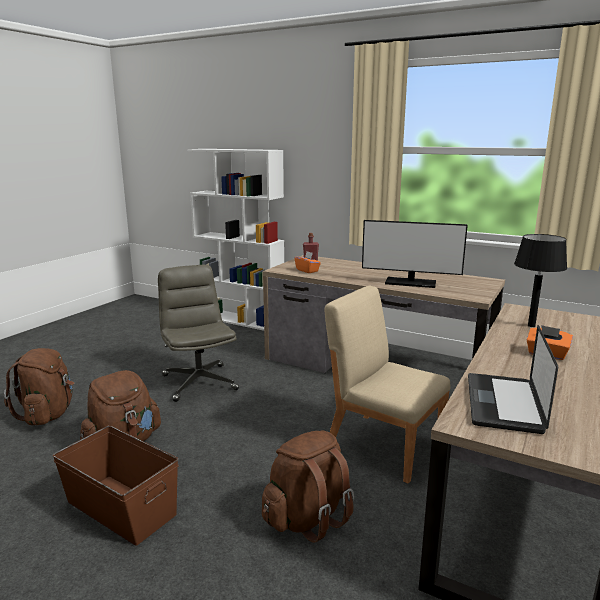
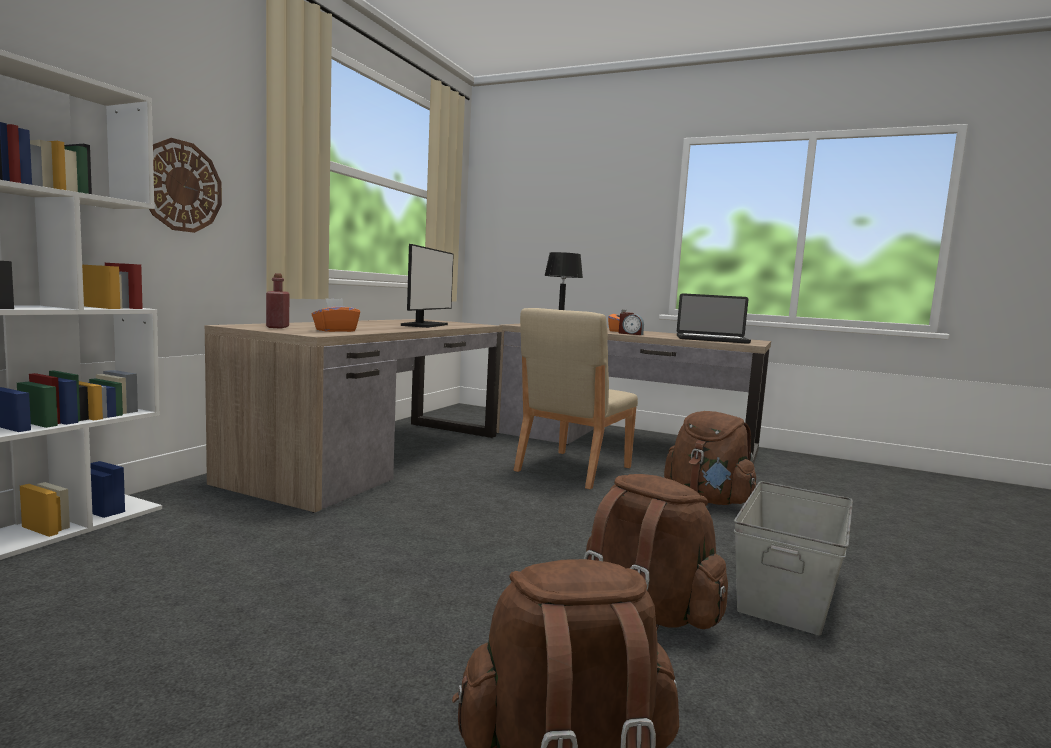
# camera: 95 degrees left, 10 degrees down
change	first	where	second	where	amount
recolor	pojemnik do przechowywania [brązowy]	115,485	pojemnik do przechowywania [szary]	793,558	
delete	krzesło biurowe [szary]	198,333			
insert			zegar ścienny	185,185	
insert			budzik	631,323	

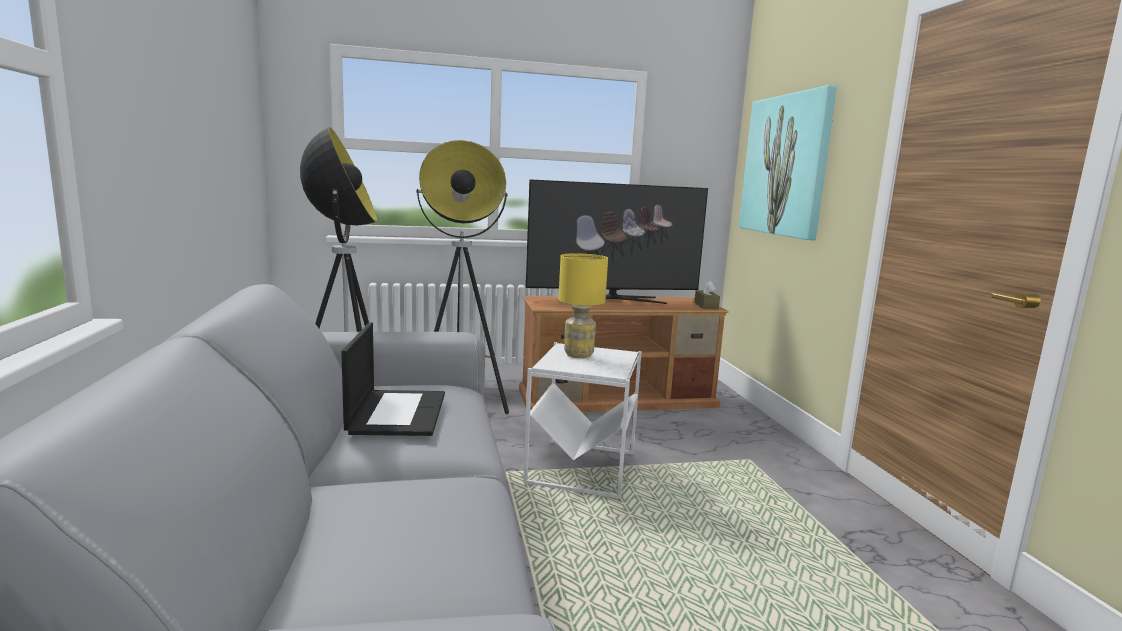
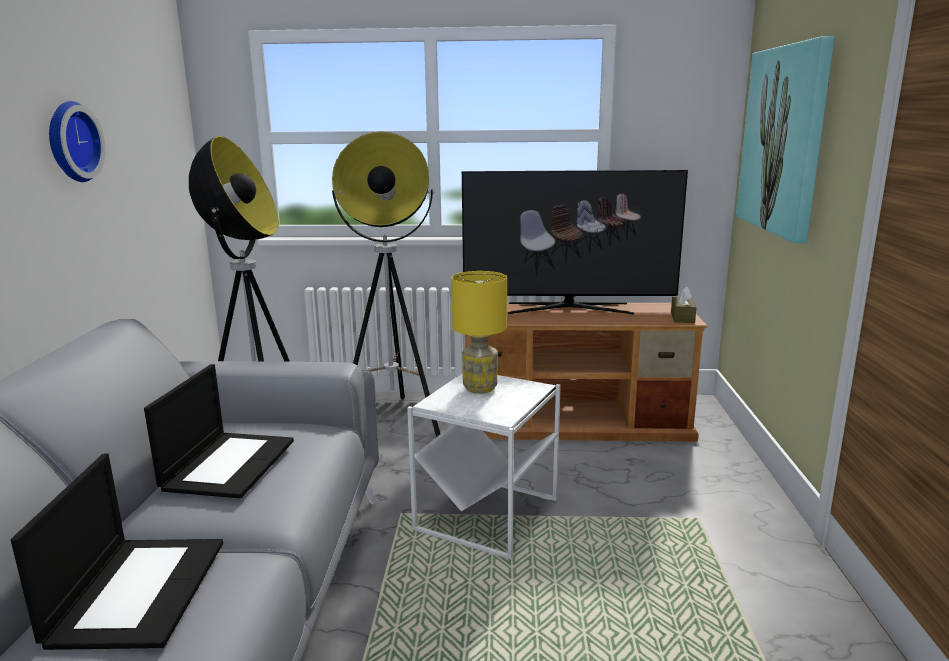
# camera: 15 degrees right, 5 degrees up
change	first	where	second	where	amount
insert			laptop	117,552	
insert			zegar ścienny	77,141	

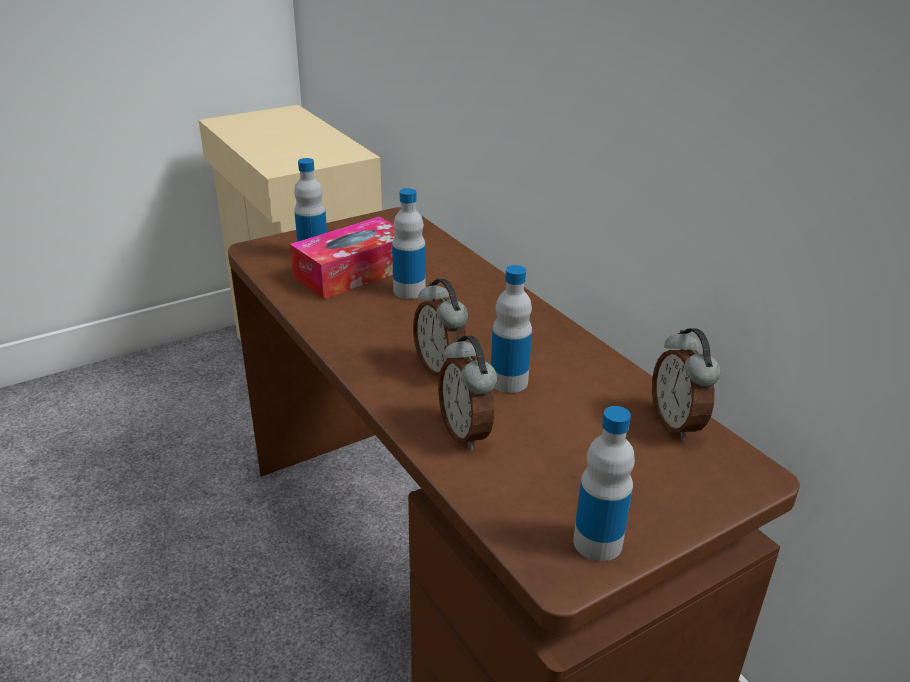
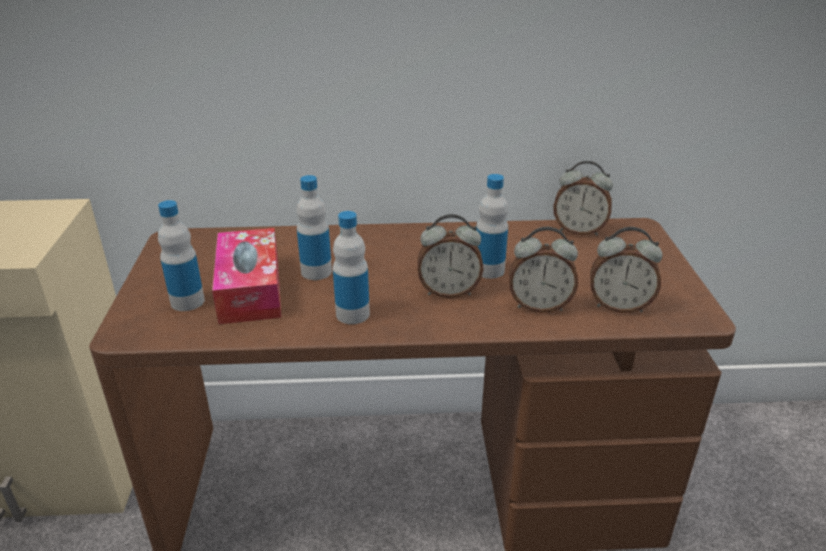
# camera: 60 degrees left, 0 degrees up
change	first	where	second	where	amount
move	butelka	604,483		351,267	
insert			budzik	626,270	

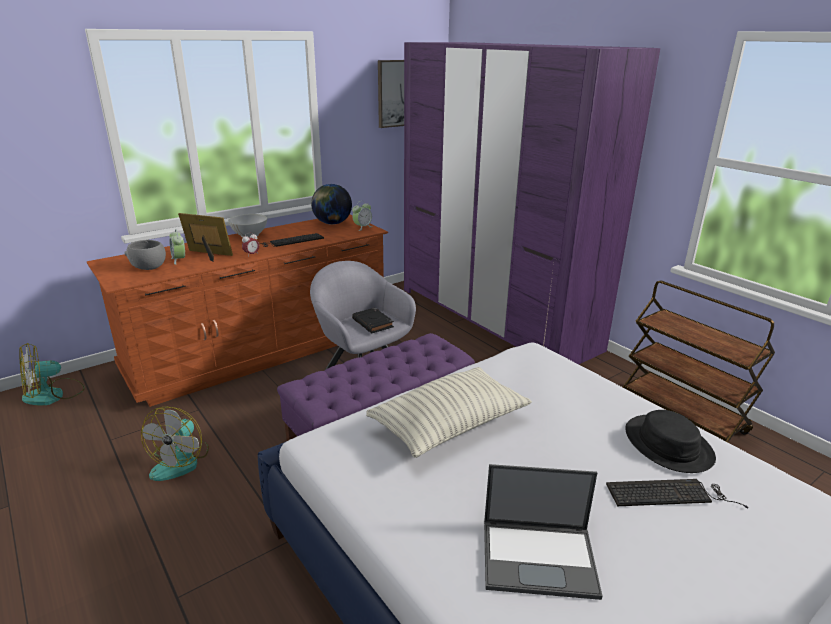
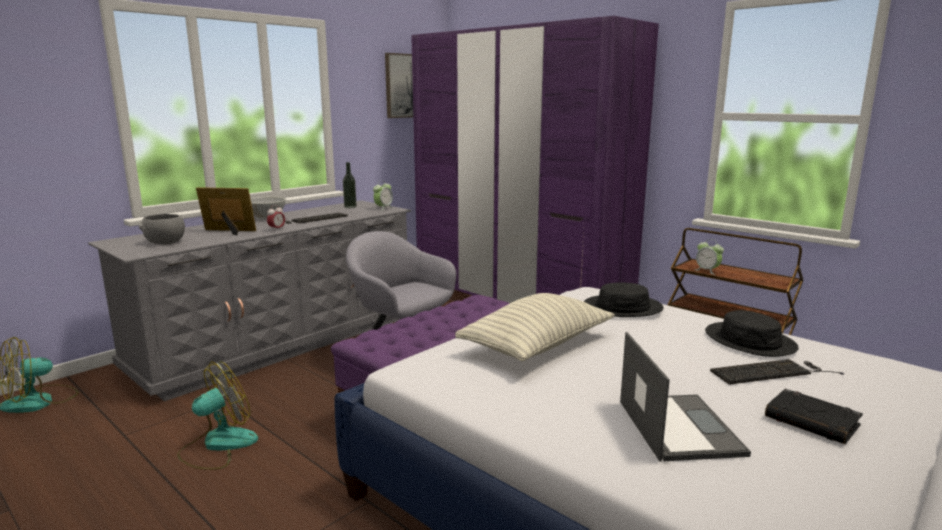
# camera: 10 degrees left, 10 degrees down
change	first	where	second	where	amount
recolor	komoda [brązowy]	237,310	komoda [szary]	249,300	
rotate	wentylator	175,444		217,416	135 degrees counterclockwise
move	budzik	177,247		710,257	
replace	globus	331,204	butelka	350,185	
move	książka [czarny]	373,320		814,416	
rotate	laptop	543,532		685,397	90 degrees counterclockwise
insert			kapelusz [czarny]	623,299	

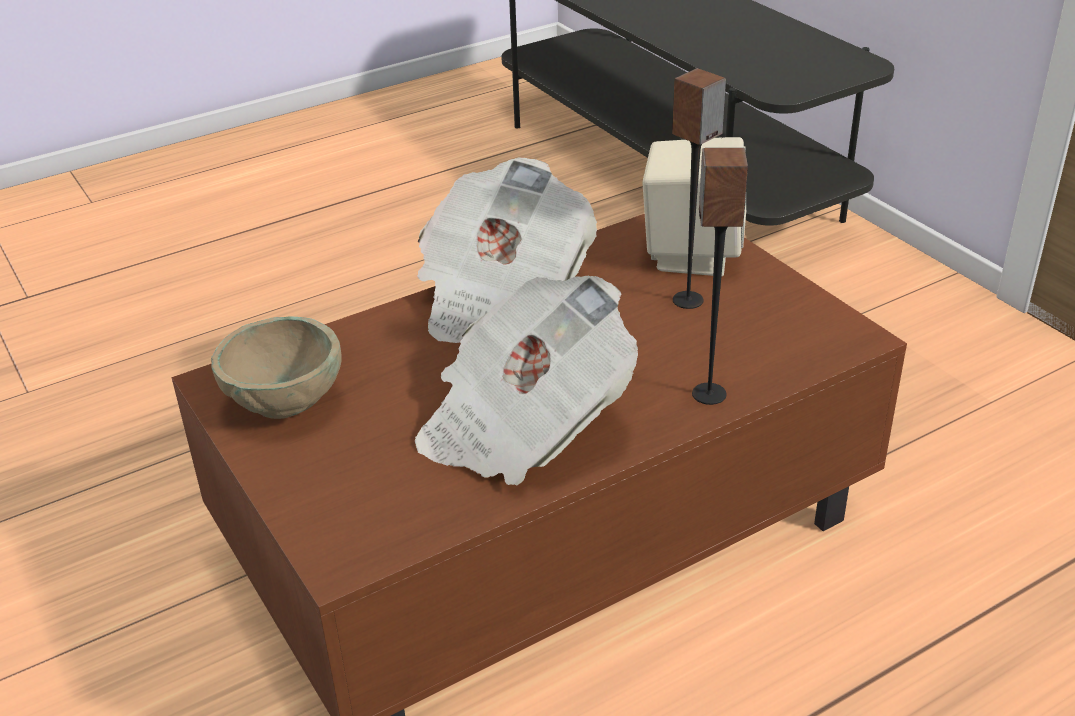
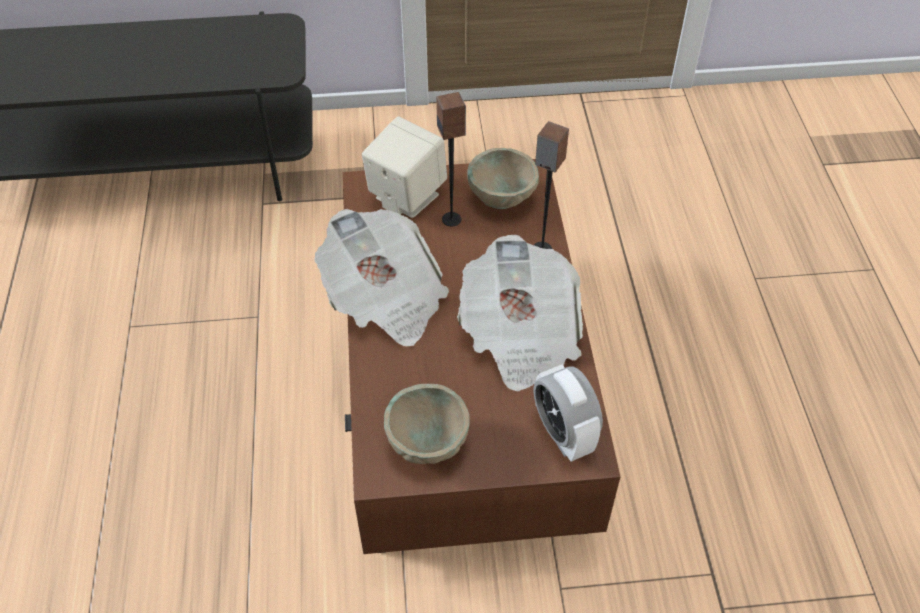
# camera: 65 degrees left, 15 degrees up
change	first	where	second	where	amount
insert			miska [beżowy]	503,178	
insert			budzik	568,413	

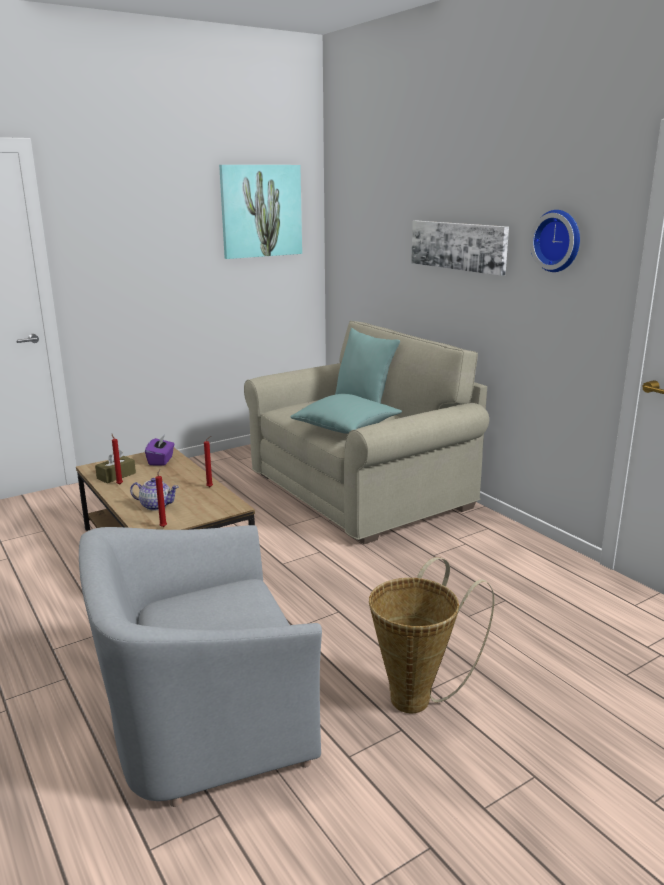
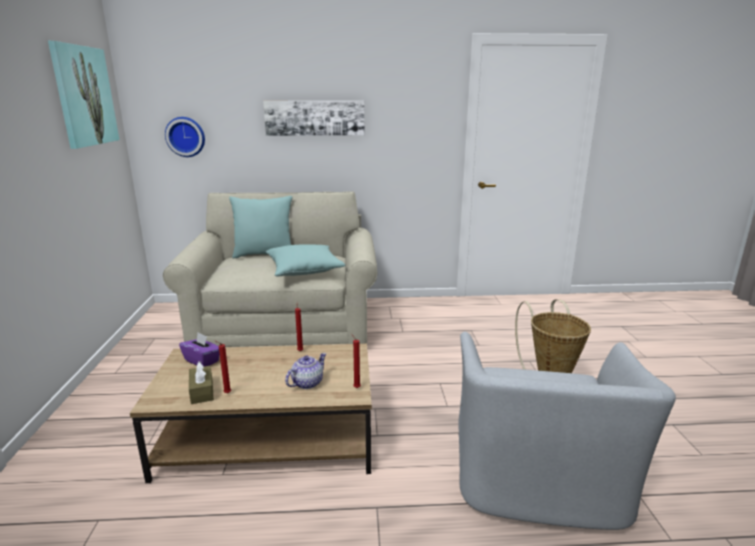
# camera: 60 degrees left, 0 degrees up
change	first	where	second	where	amount
move	zegar ścienny	555,241		185,137	

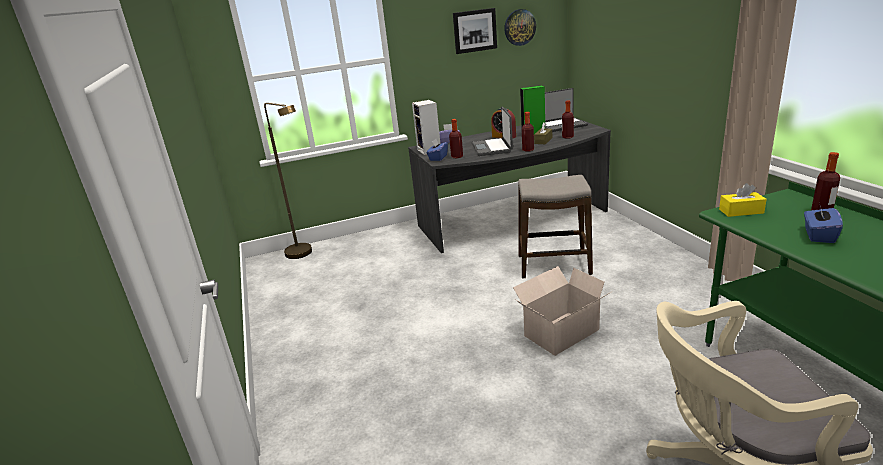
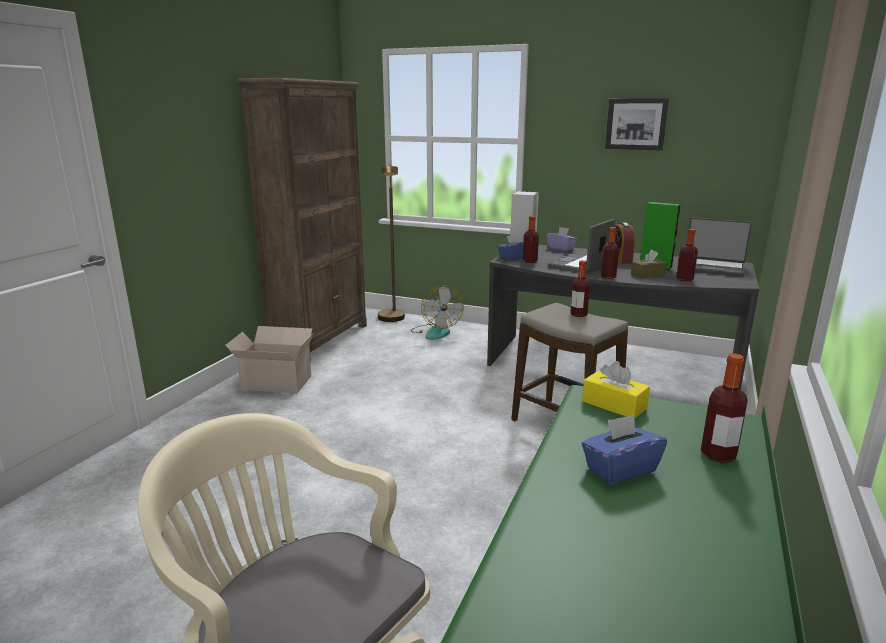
# camera: 40 degrees right, 5 degrees down
change	first	where	second	where	amount
delete	zegar ścienny	520,27			
move	karton	563,311		269,359	
insert			regał [brązowy]	302,220	
insert			wentylator	437,313	
insert			butelka	580,288	

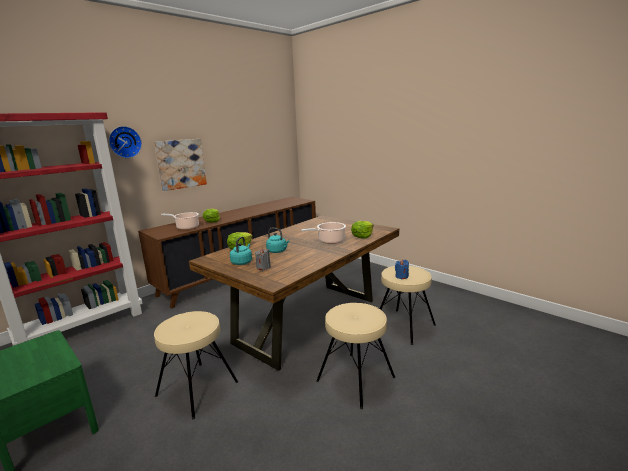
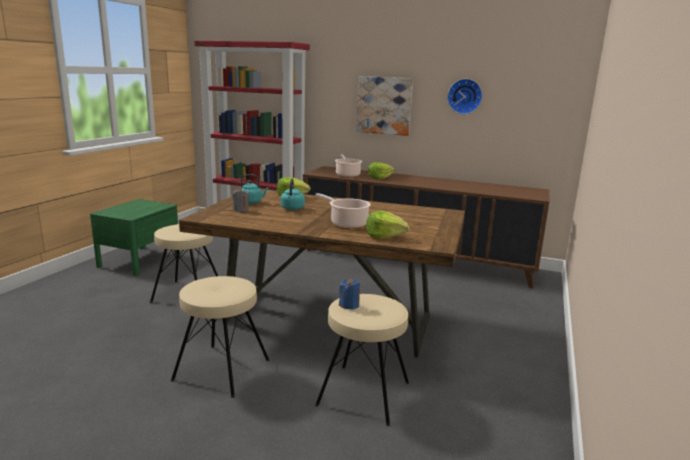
# camera: 65 degrees right, 0 degrees up
change	first	where	second	where	amount
move	zegar ścienny	125,142		465,96	

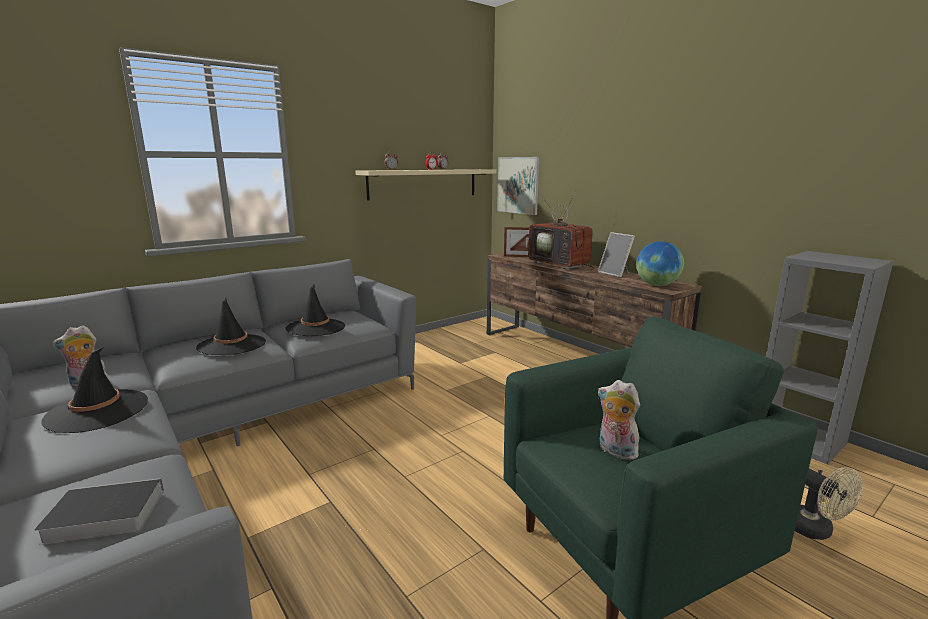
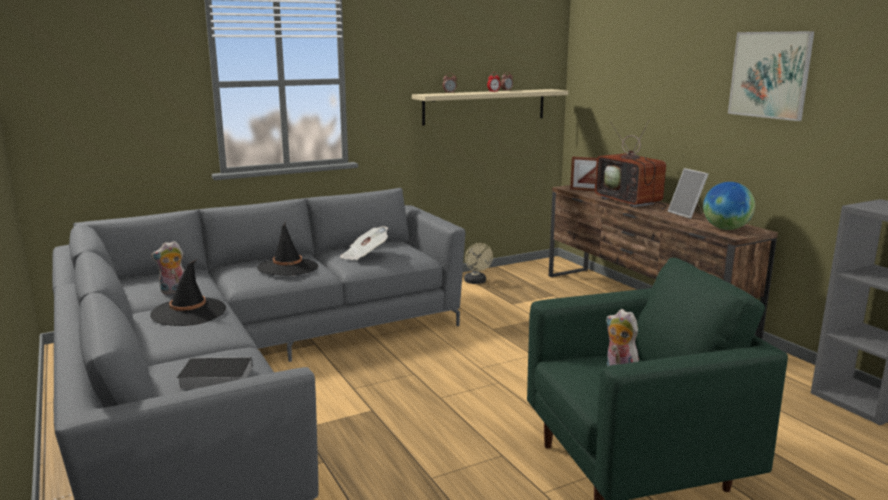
# camera: 10 degrees right, 0 degrees up
change	first	where	second	where	amount
replace	kapelusz [czarny]	315,310	gazeta	364,243	
move	obraz	518,186		771,76	
move	wentylator [beżowy]	828,503		478,263	

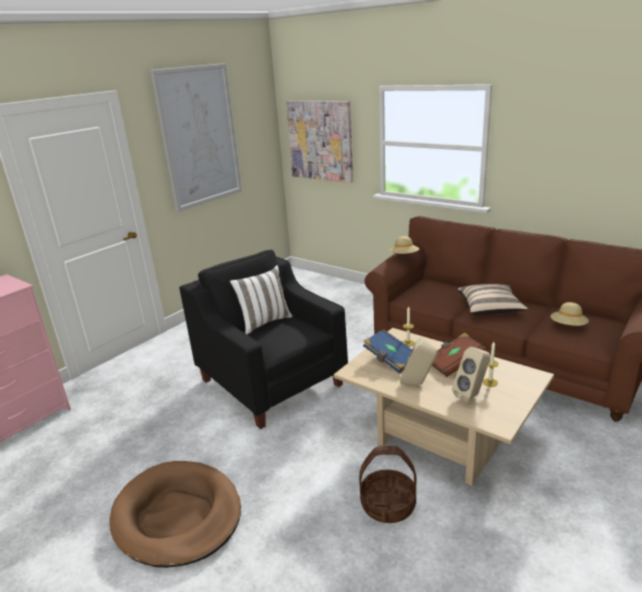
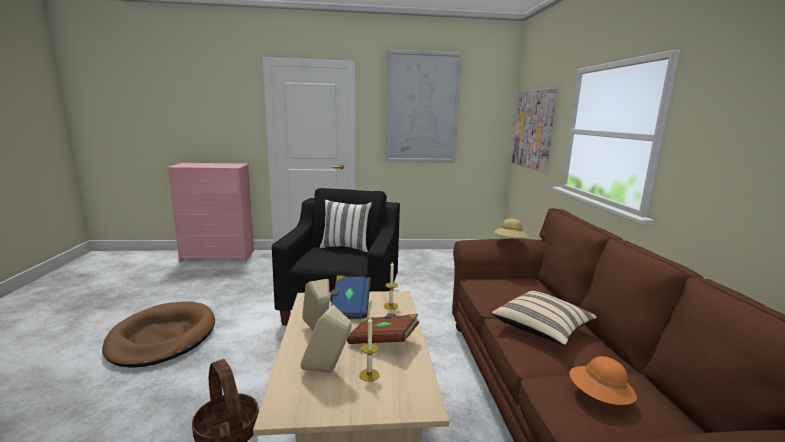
# camera: 45 degrees right, 10 degrees down
change	first	where	second	where	amount
recolor	kapelusz [beżowy]	570,314	kapelusz [pomarańczowy]	603,380	

